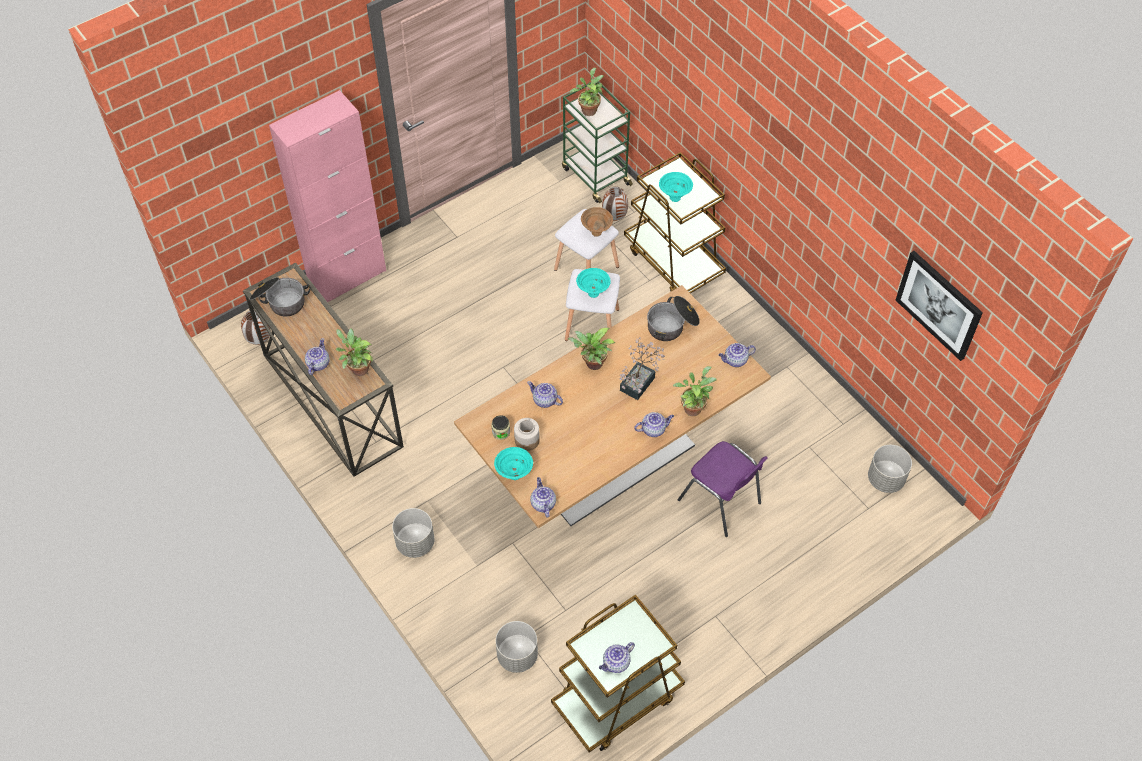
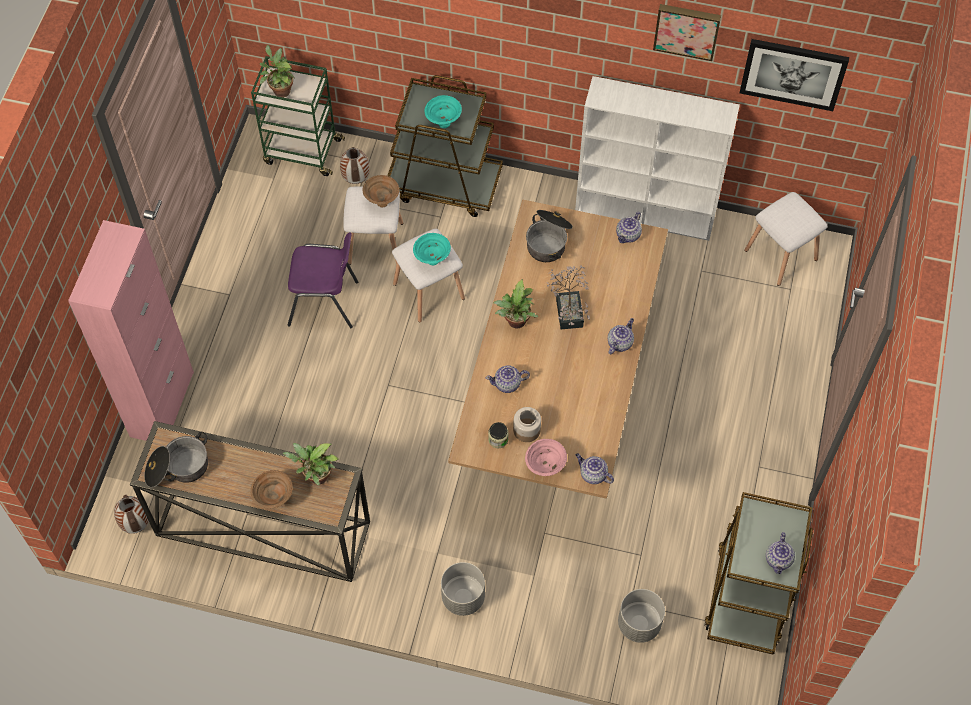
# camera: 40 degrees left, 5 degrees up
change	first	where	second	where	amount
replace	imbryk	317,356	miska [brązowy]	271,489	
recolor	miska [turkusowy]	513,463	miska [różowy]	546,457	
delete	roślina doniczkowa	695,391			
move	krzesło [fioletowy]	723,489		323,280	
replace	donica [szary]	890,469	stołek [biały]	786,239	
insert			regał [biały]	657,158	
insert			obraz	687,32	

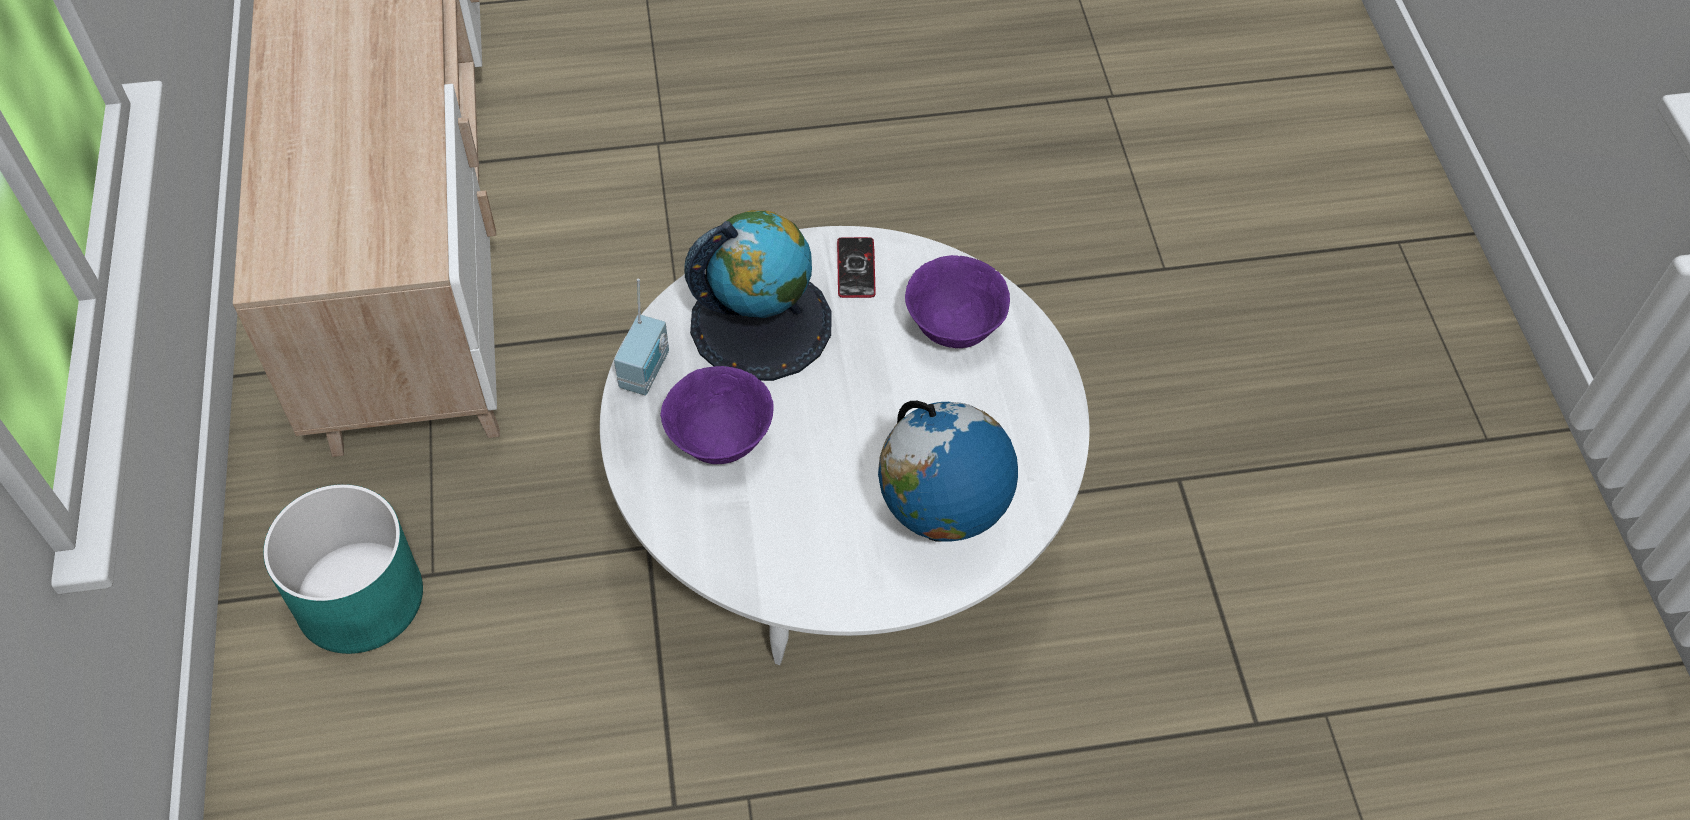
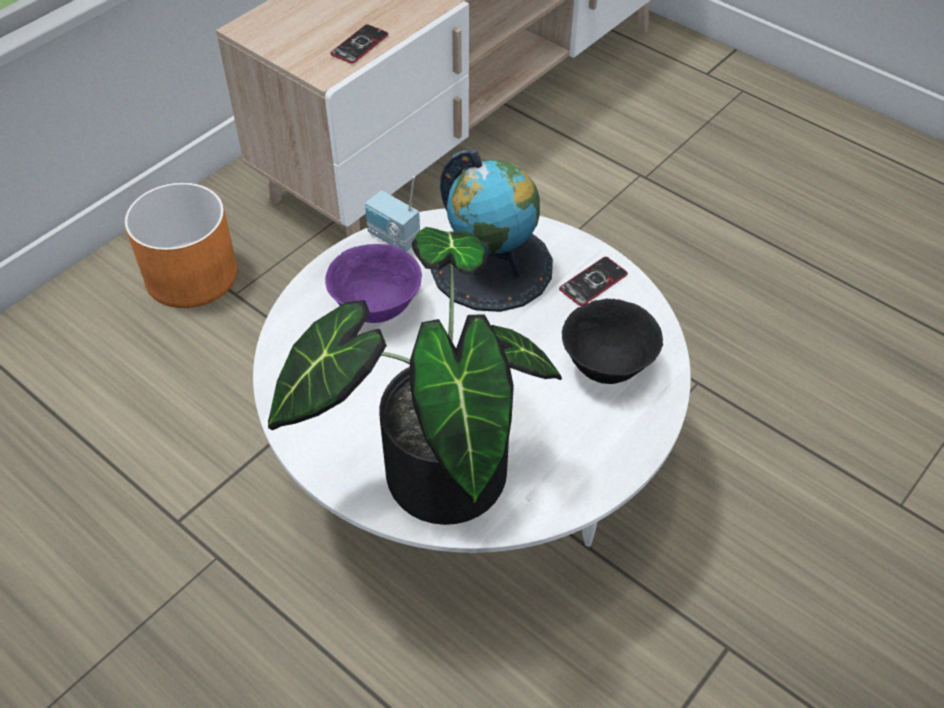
# camera: 50 degrees right, 5 degrees down
change	first	where	second	where	amount
recolor	donica [turkusowy]	343,569	donica [pomarańczowy]	181,245	
rotate	radio	641,337		392,214	60 degrees clockwise
replace	globus	948,471	roślina doniczkowa	415,376	
recolor	miska [fioletowy]	957,301	miska [czarny]	612,341	
insert			telefon	359,44	

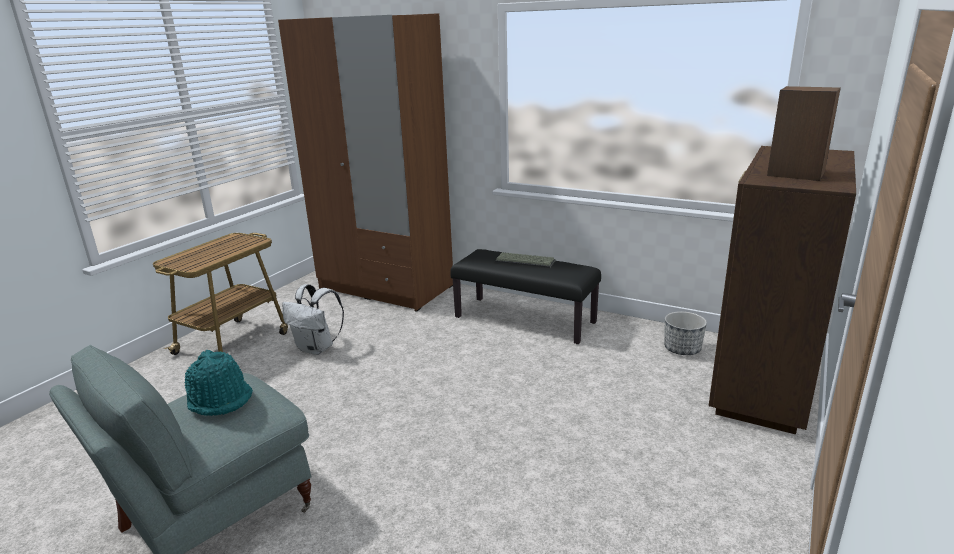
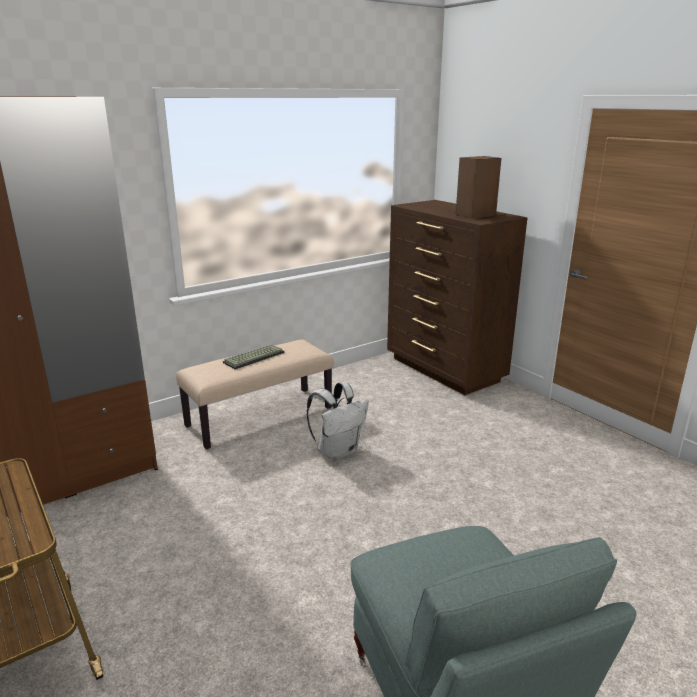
# camera: 65 degrees left, 0 degrees up
change	first	where	second	where	amount
delete	kapelusz [turkusowy]	218,383			
move	plecak [biały]	313,319		337,421	
recolor	ławka [czarny]	525,296	ławka [beżowy]	255,394	
delete	donica	685,333			

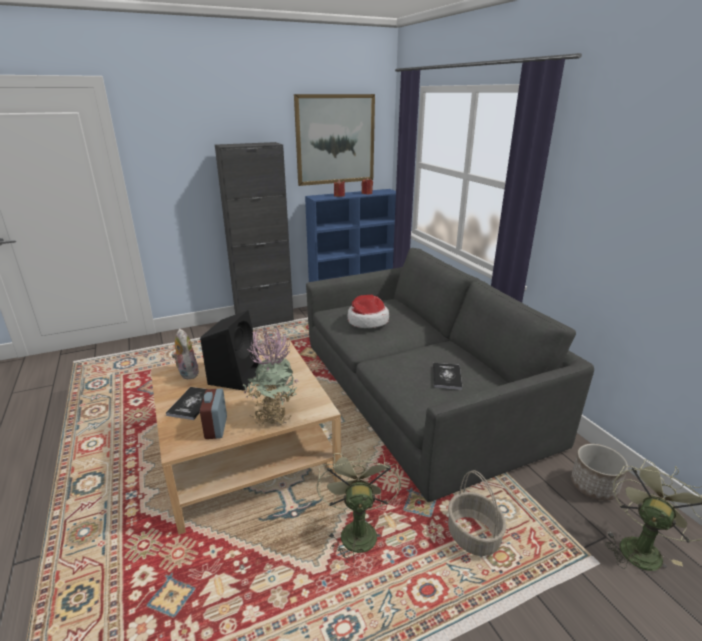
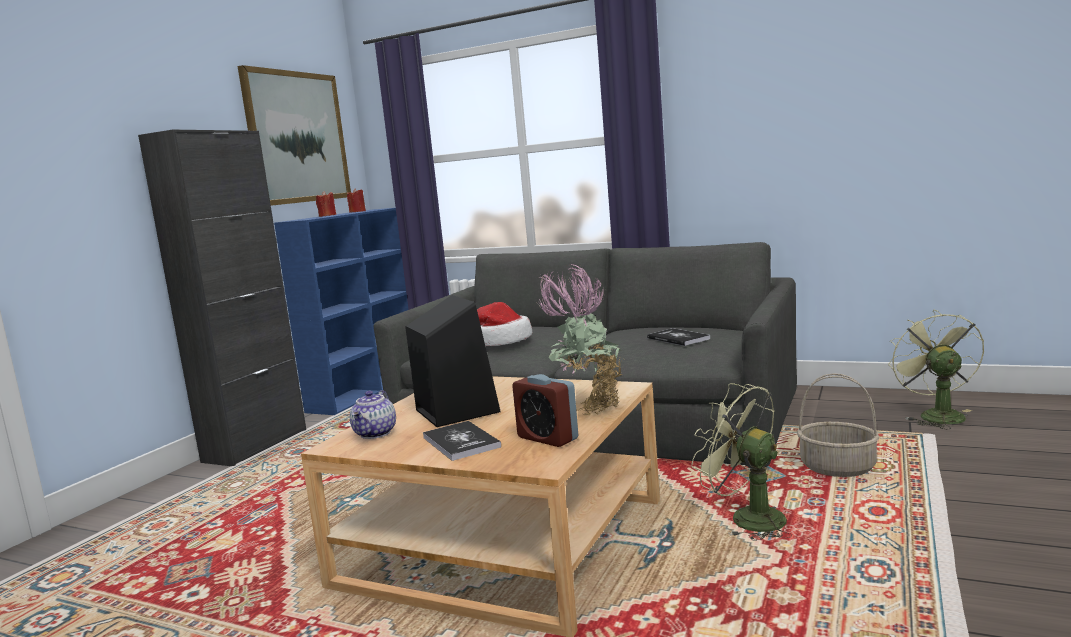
# camera: 40 degrees left, 15 degrees down
change	first	where	second	where	amount
replace	pluszak	185,354	imbryk	373,414	
delete	donica	599,472			

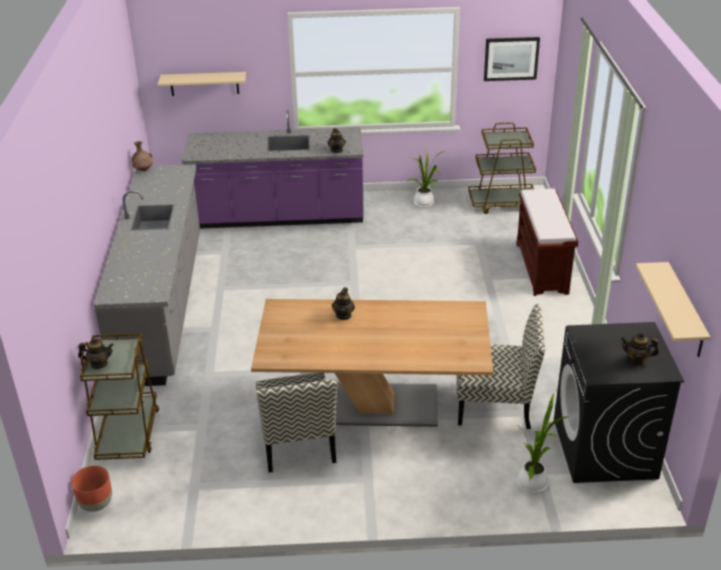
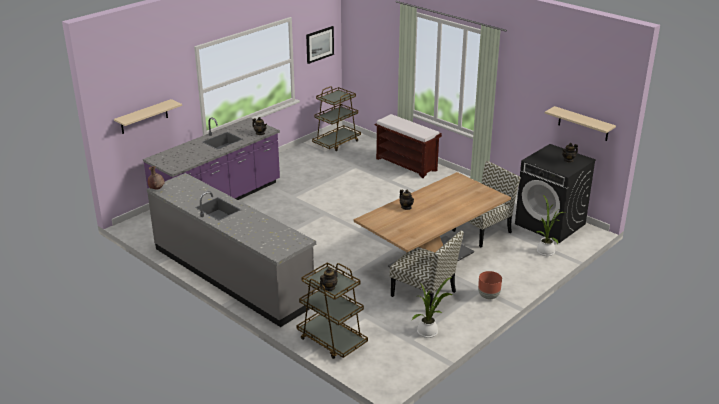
# camera: 45 degrees left, 5 degrees down
change	first	where	second	where	amount
move	donica [brązowy]	91,489		490,285	
move	roślina doniczkowa	426,179		432,307	

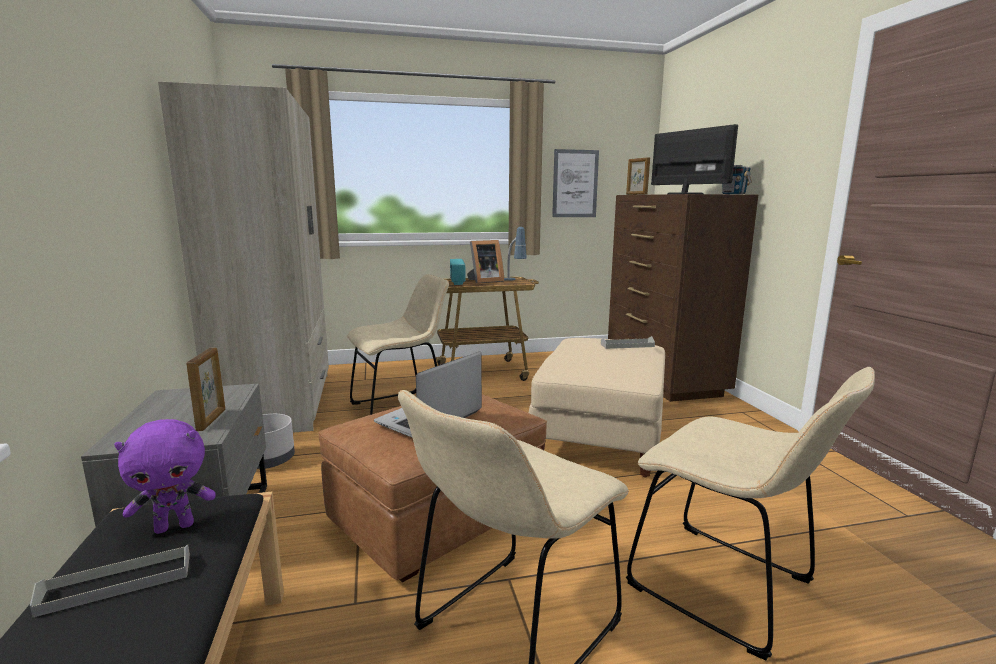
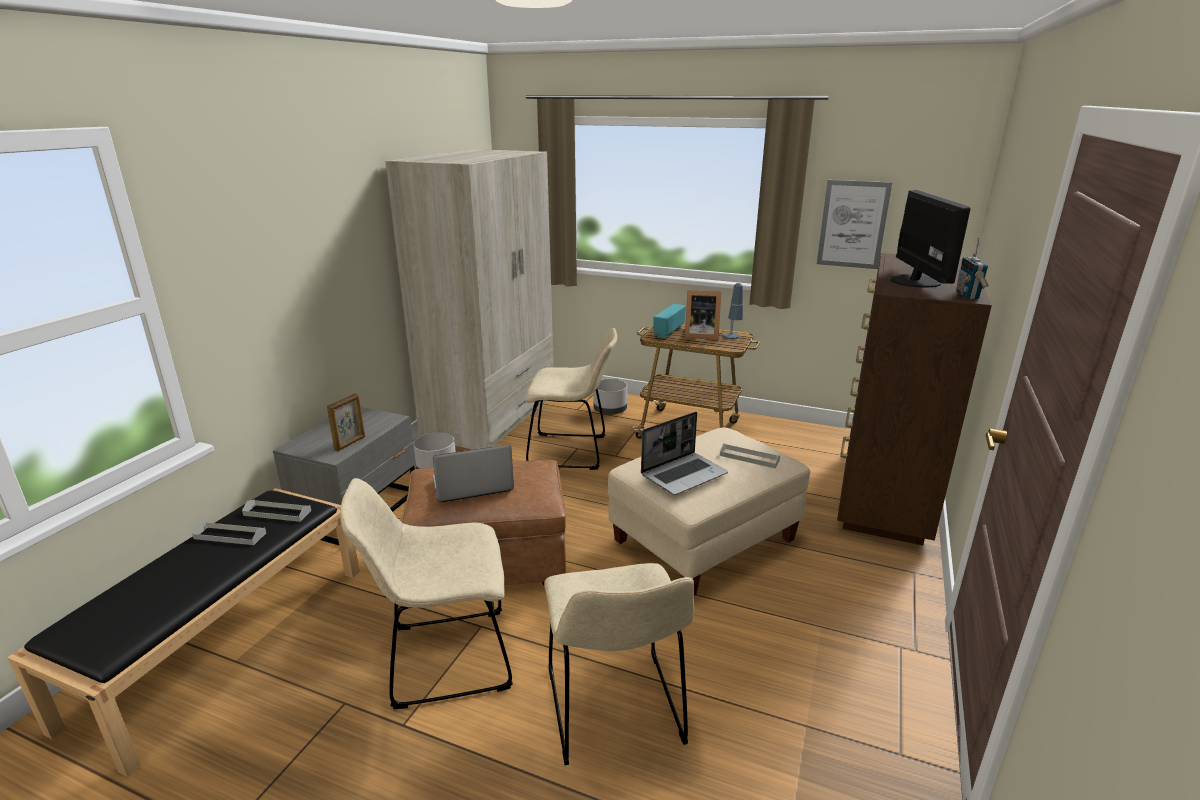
# camera: 35 degrees right, 10 degrees up
change	first	where	second	where	amount
replace	pluszak [fioletowy]	165,476	taca [szary]	276,511	
delete	ramka na zdjęcie	638,176			
insert			donica [szary]	610,397	
insert			laptop	684,453	

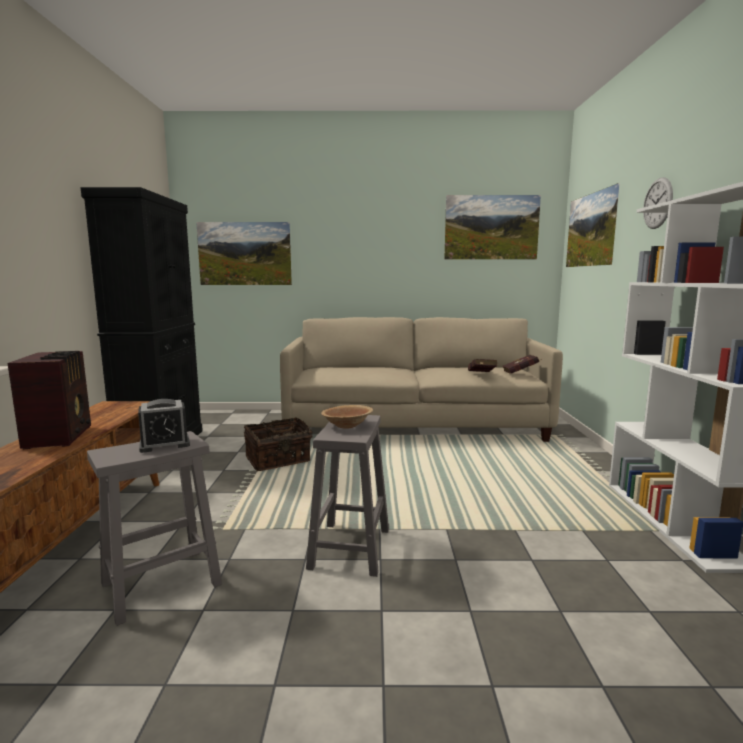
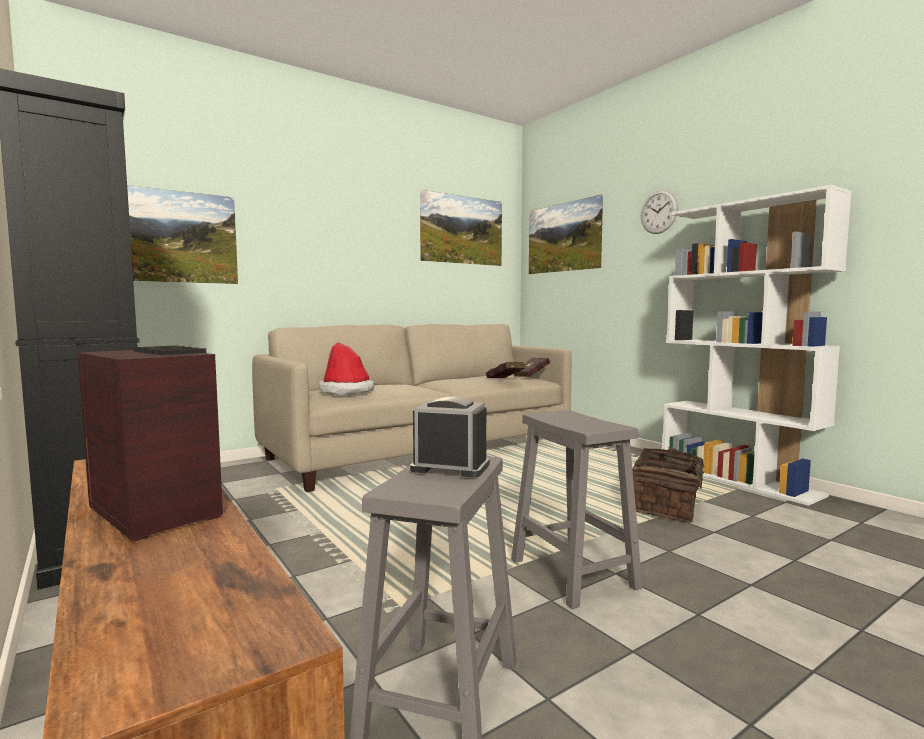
# camera: 35 degrees left, 5 degrees down
change	first	where	second	where	amount
rotate	budzik	164,426		450,437	105 degrees counterclockwise
move	koszyk	278,444		675,485	
delete	miska [brązowy]	347,416			
insert			kapelusz	346,368	

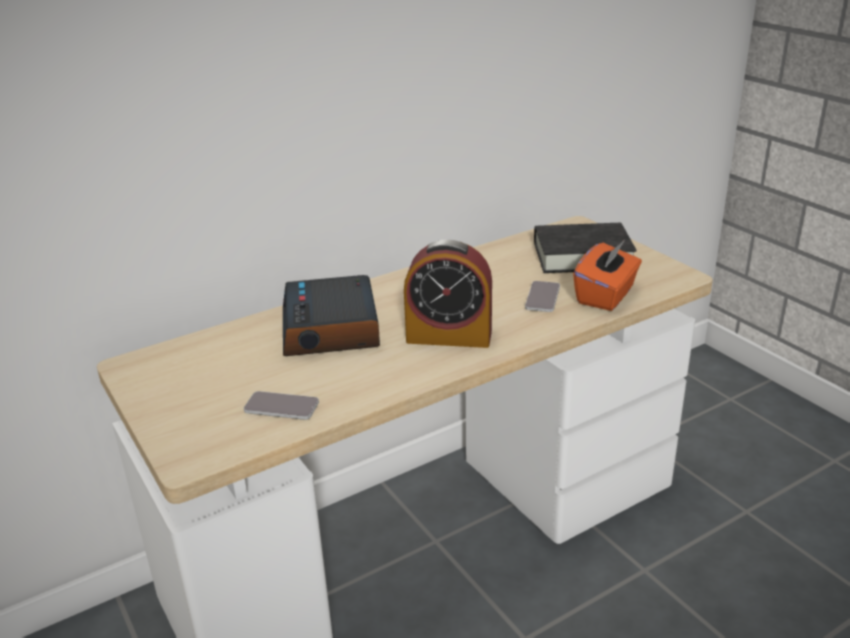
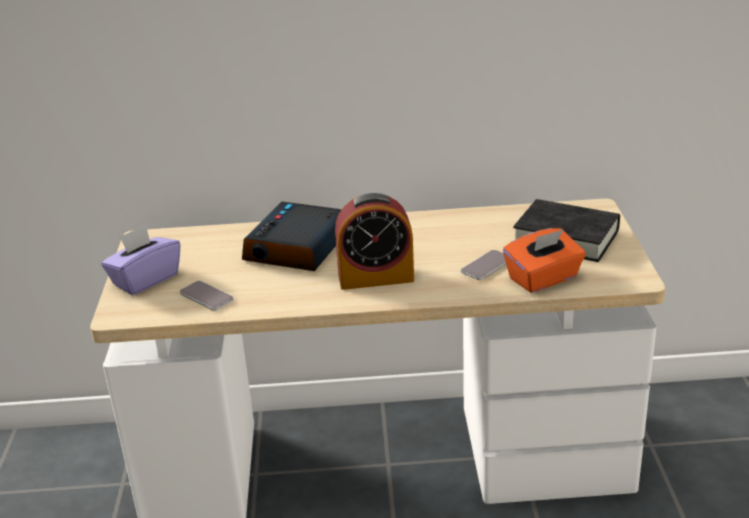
# camera: 30 degrees right, 0 degrees up
change	first	where	second	where	amount
rotate	budzik	448,293		374,241	45 degrees counterclockwise
insert			pudełko chusteczek [fioletowy]	141,260	

